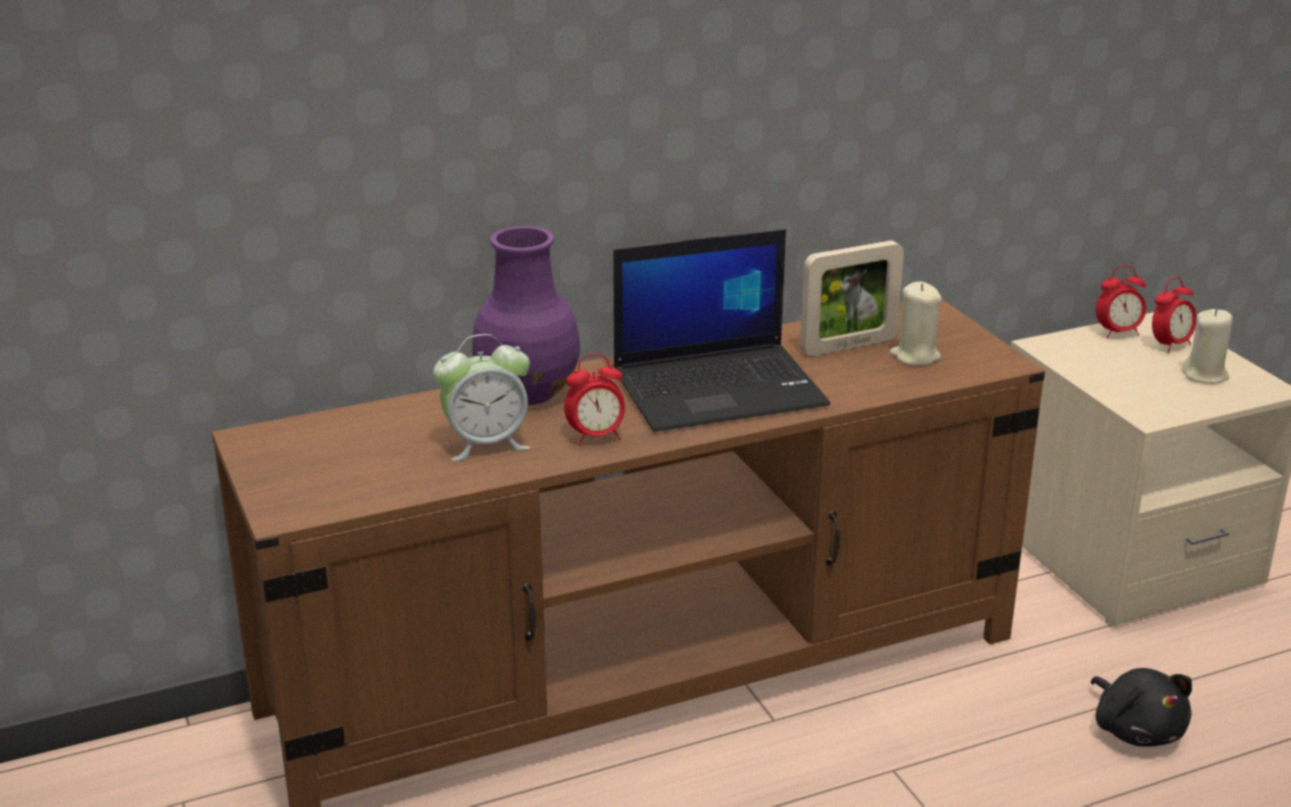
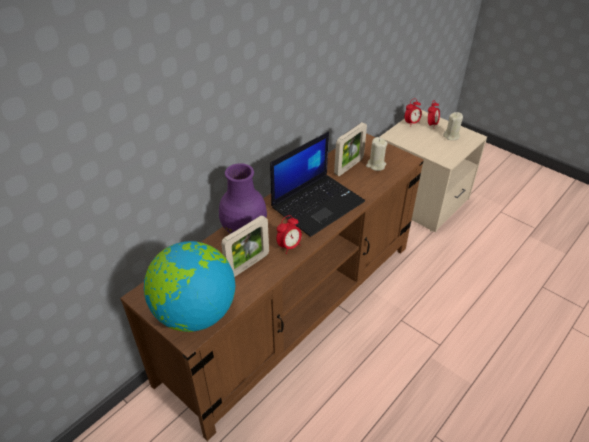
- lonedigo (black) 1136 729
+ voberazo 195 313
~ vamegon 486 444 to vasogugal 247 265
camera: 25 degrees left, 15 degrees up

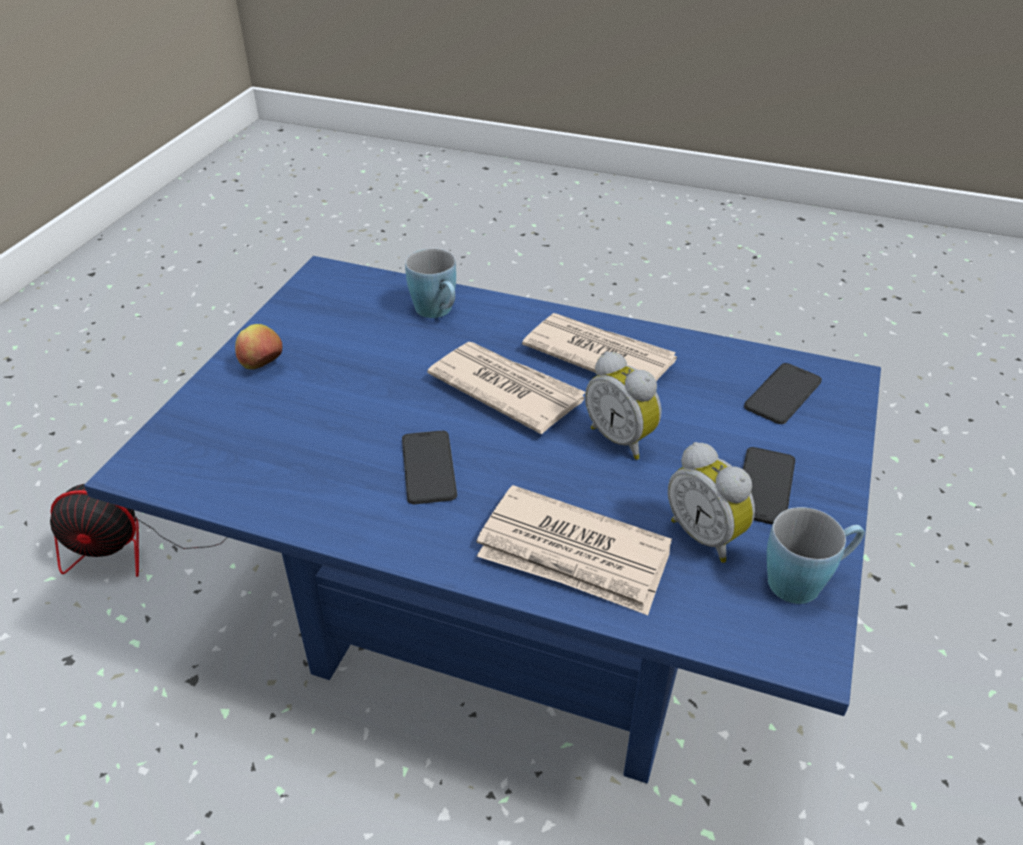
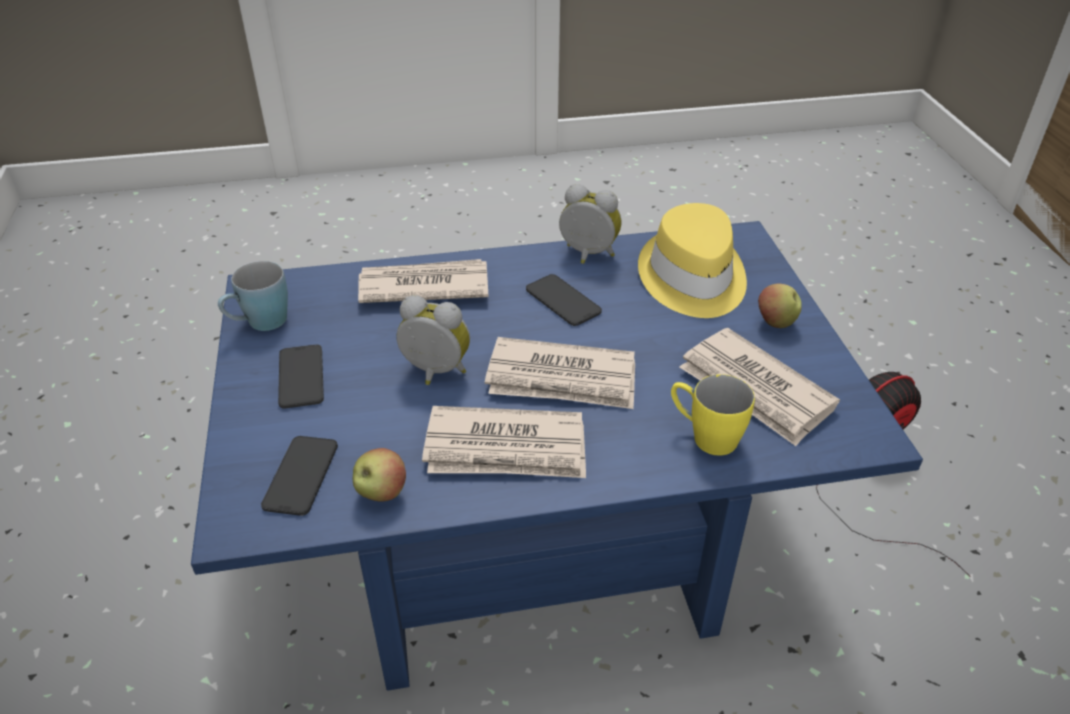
+ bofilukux 381 493
+ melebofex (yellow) 692 279
+ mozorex 755 390
~ vamegon 707 535 to 587 256
~ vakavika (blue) 438 312 to vakavika (yellow) 704 436
camera: 150 degrees right, 0 degrees up

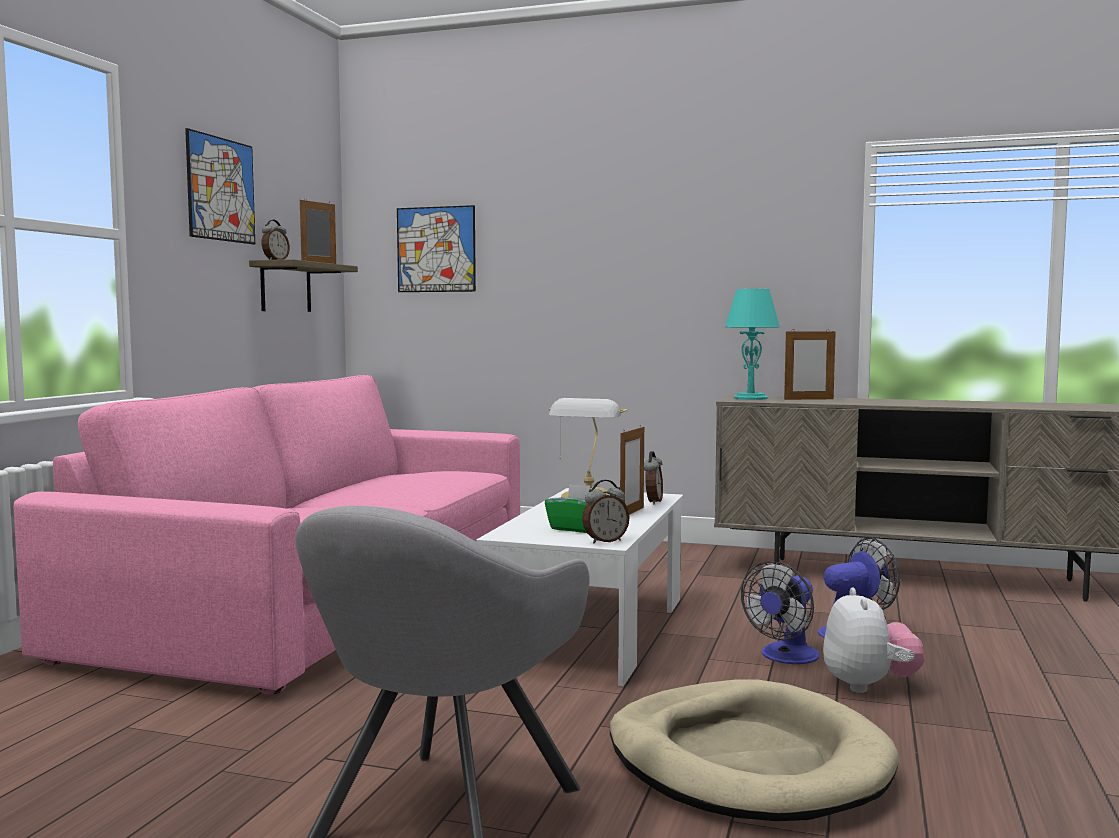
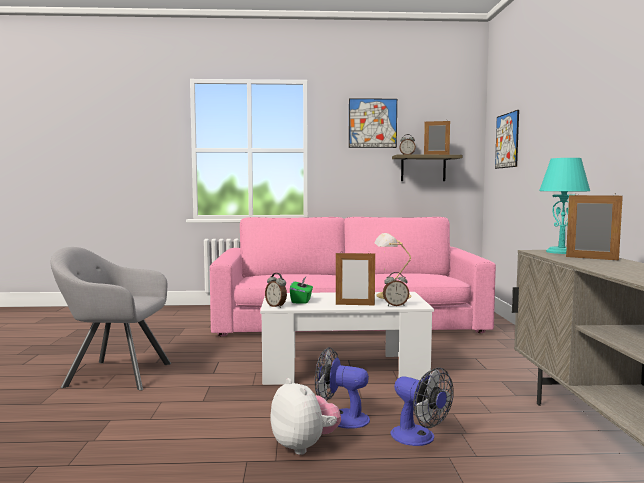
- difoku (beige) 747 760
~ vasogugal 808 399 = 591 258 150 degrees clockwise
~ lonedigo 869 686 = 304 446 105 degrees counterclockwise
camera: 70 degrees right, 0 degrees up

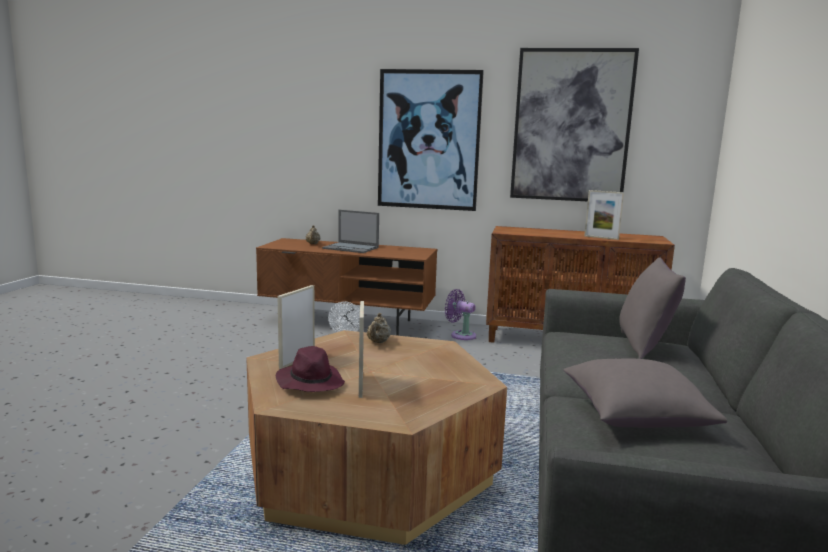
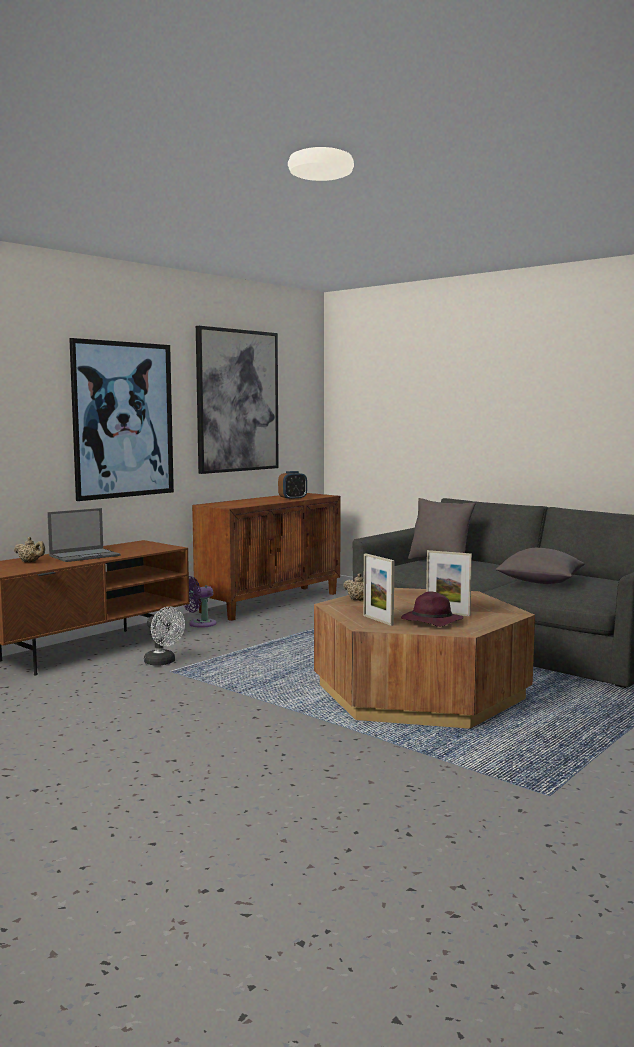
~ vasogugal 601 237 to vamegon 292 499
camera: 60 degrees left, 5 degrees down

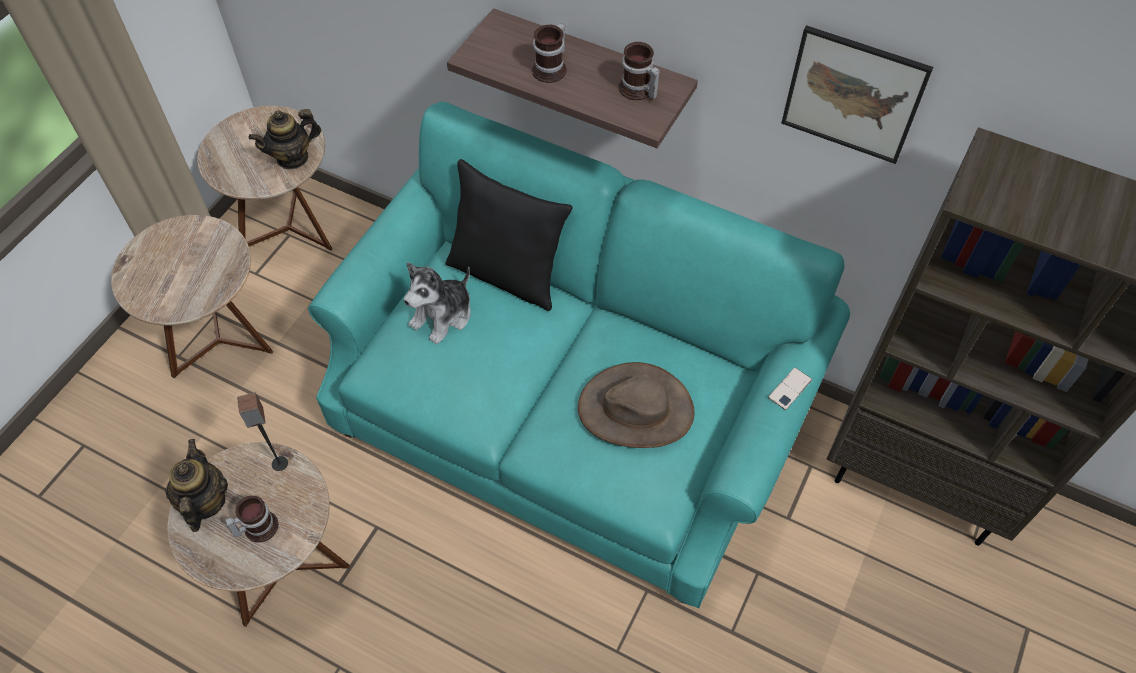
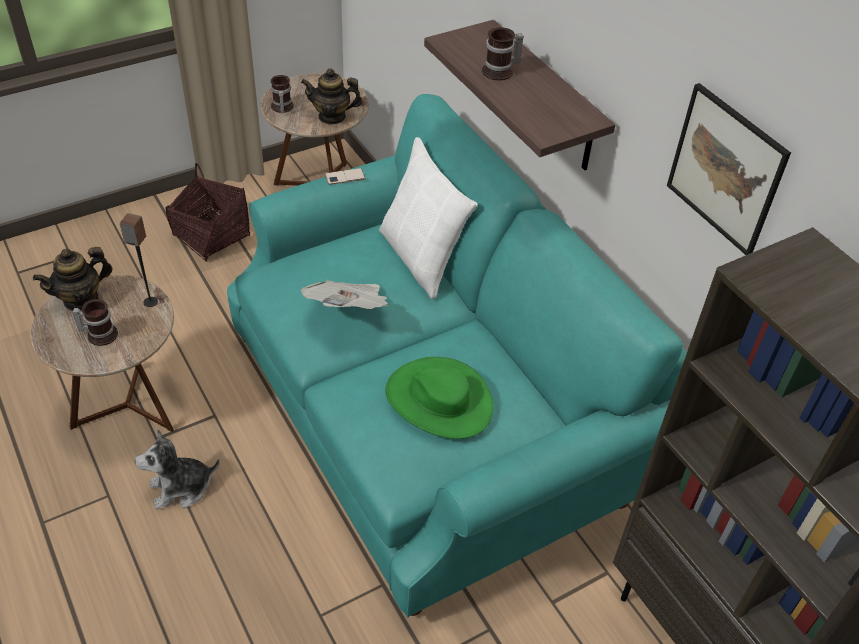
+ mozorex 349 310
~ lonedigo 443 316 to 181 488
~ vakavika 637 91 to 281 107
~ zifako 790 388 to 345 177
~ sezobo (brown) 220 341 to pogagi 211 236
~ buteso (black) 507 273 to buteso (white) 422 258
~ melebofex (brown) 636 409 to melebofex (green) 439 400
~ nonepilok 205 502 = 81 299 150 degrees counterclockwise
camera: 30 degrees right, 10 degrees down

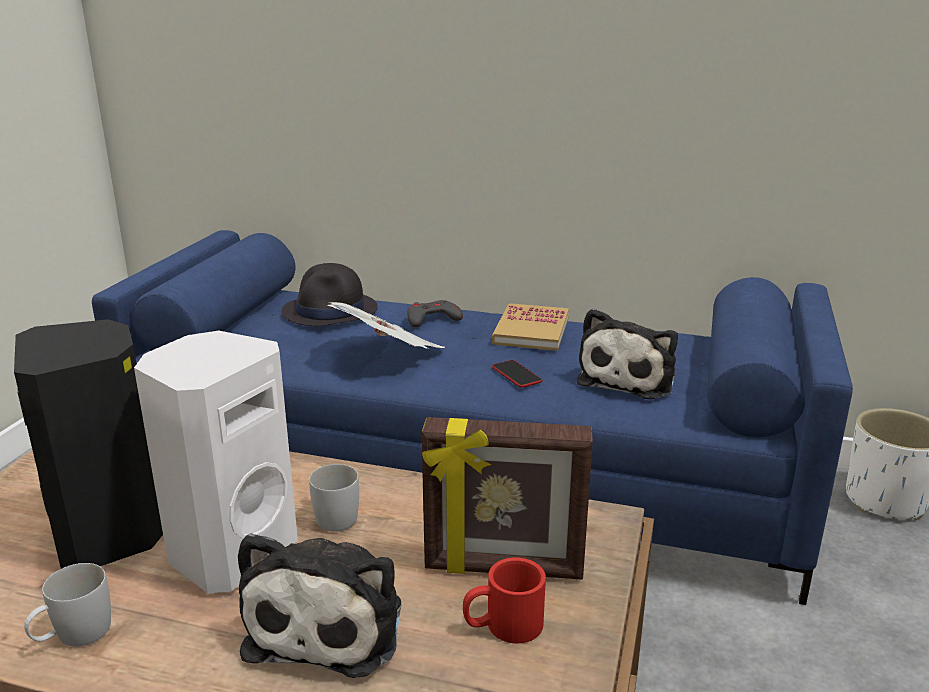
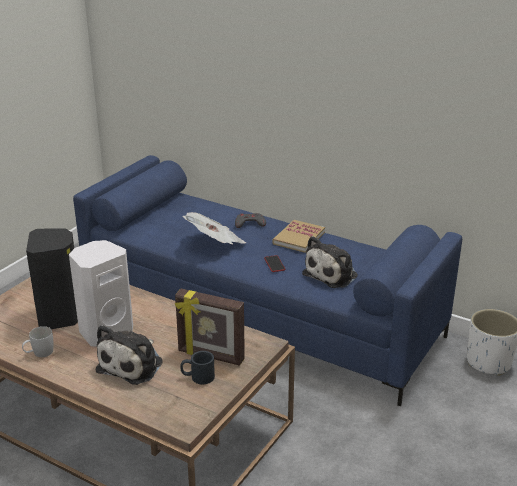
- melebofex (black) 330 311
- vakavika (white) 332 515
~ vakavika (red) 502 626 to vakavika (black) 197 377
camera: 15 degrees right, 5 degrees up

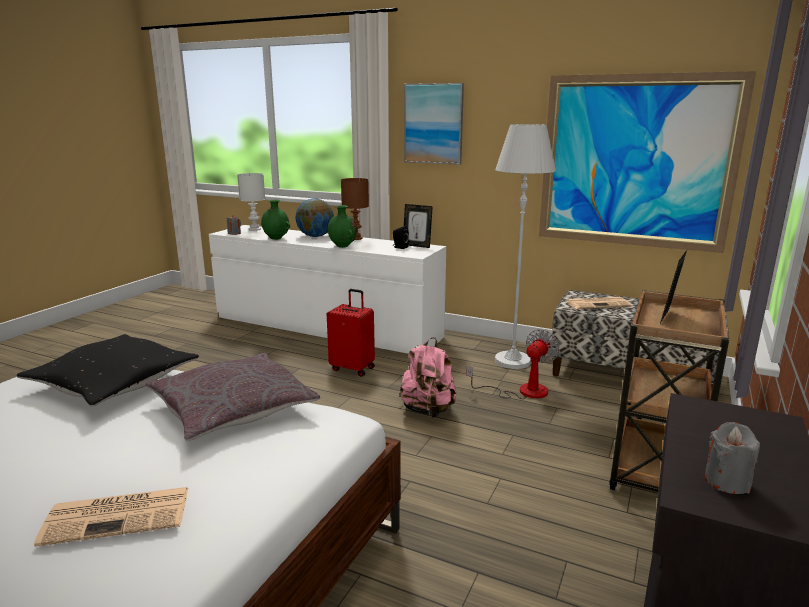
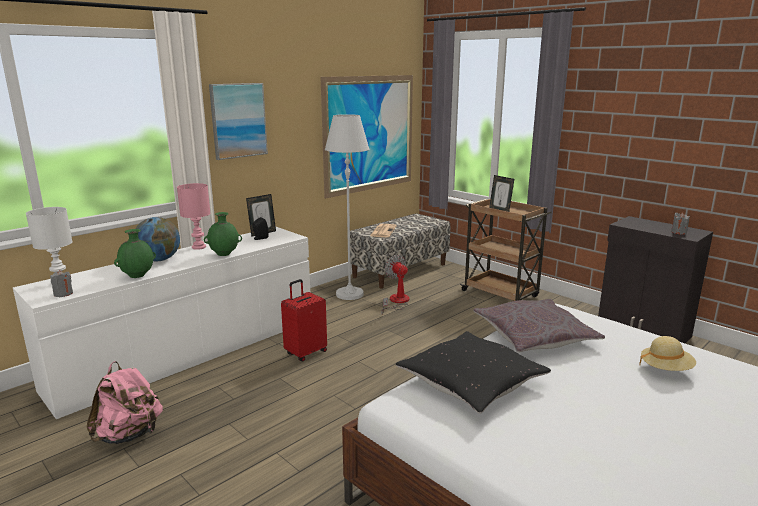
~ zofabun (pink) 428 410 to 129 435
~ mozorex 120 515 to melebofex (beige) 665 369
~ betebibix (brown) 355 238 to betebibix (pink) 199 247
camera: 70 degrees left, 0 degrees up

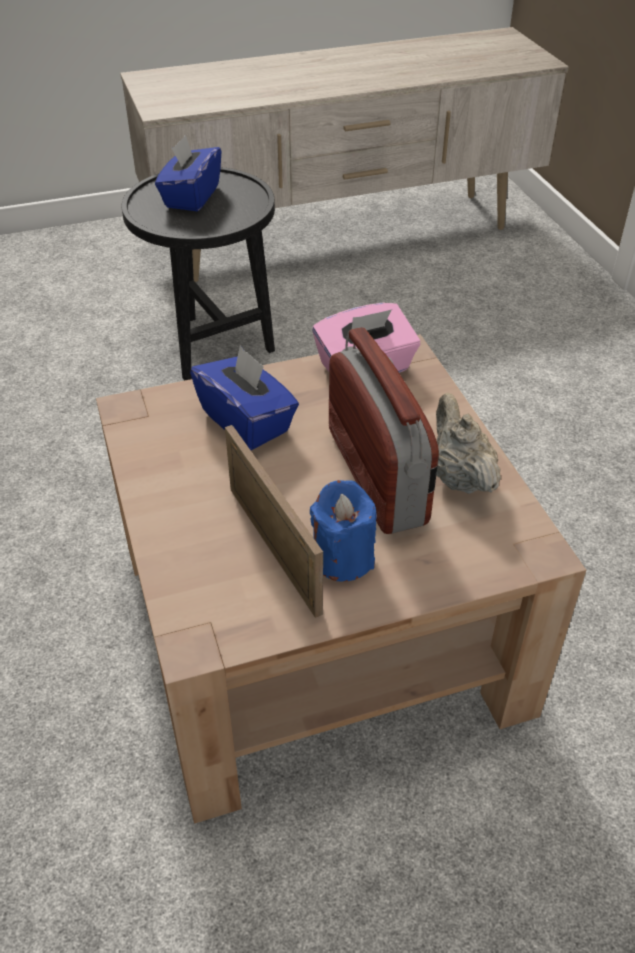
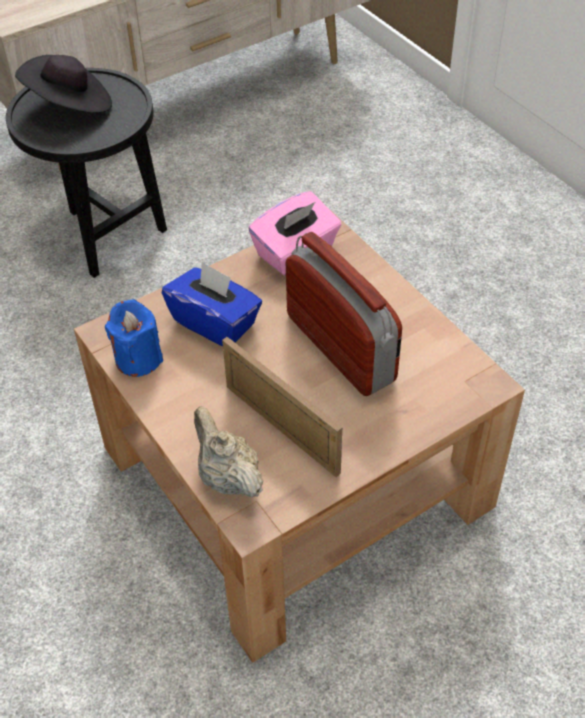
~ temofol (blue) 343 558 to 138 359
~ nonepilok (beige) 459 477 to 227 477
~ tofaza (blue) 191 197 to melebofex (black) 70 106
camera: 15 degrees left, 5 degrees up

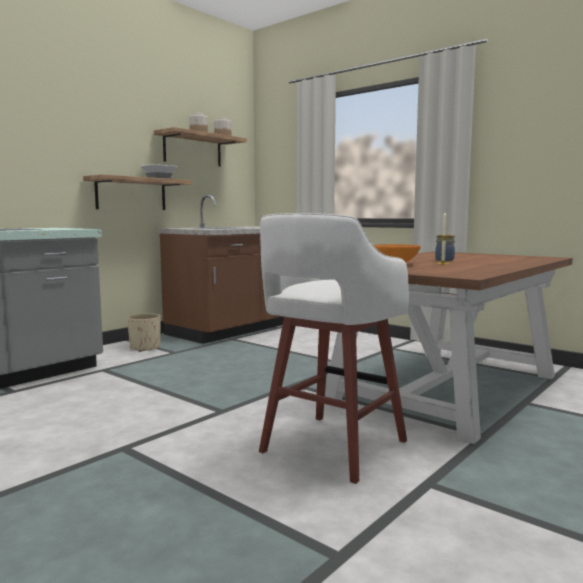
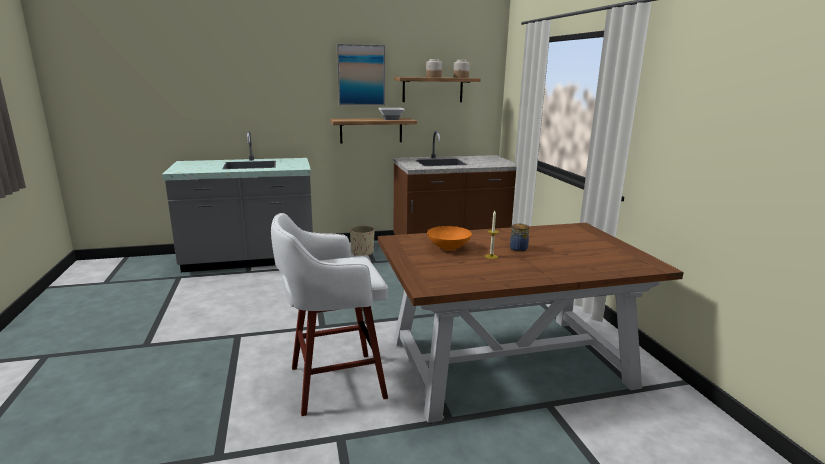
+ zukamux 361 75
camera: 35 degrees right, 10 degrees up

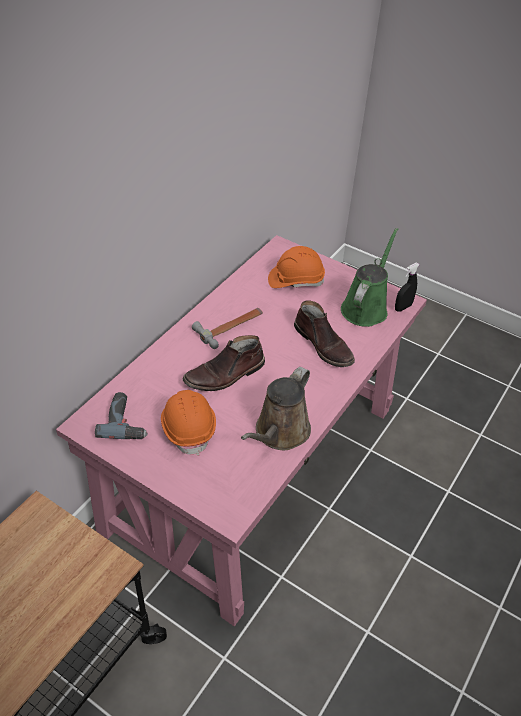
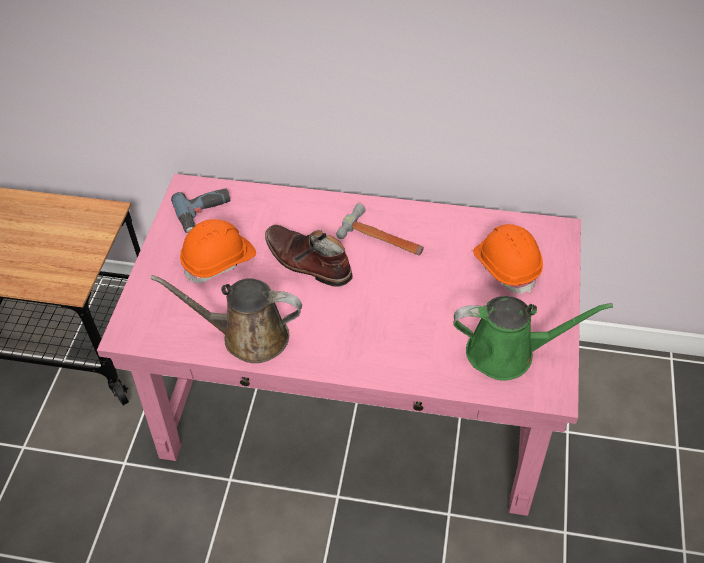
- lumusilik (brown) 324 345
- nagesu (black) 403 307
camera: 70 degrees right, 5 degrees up

